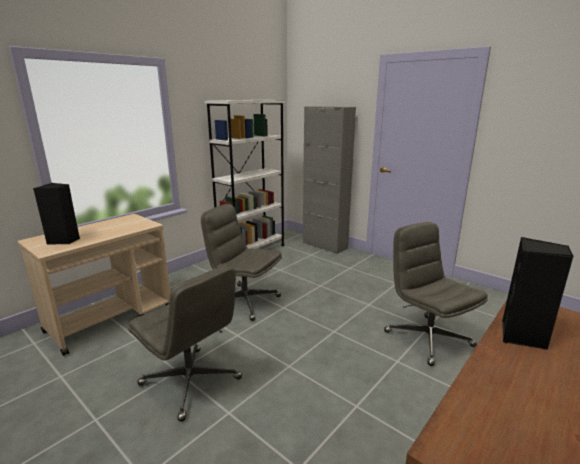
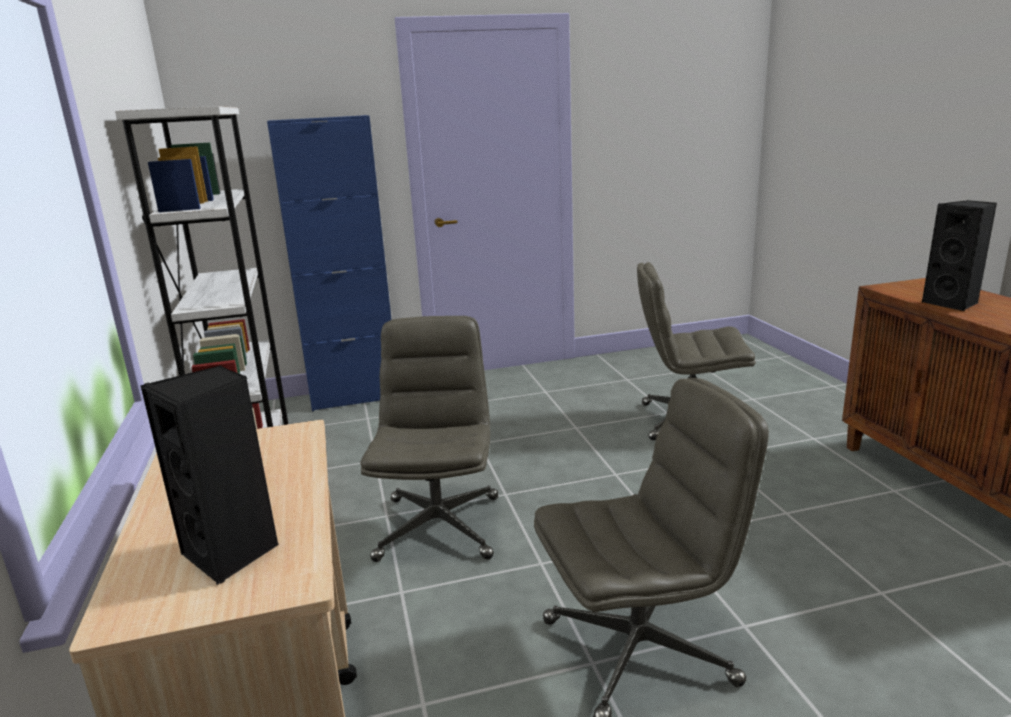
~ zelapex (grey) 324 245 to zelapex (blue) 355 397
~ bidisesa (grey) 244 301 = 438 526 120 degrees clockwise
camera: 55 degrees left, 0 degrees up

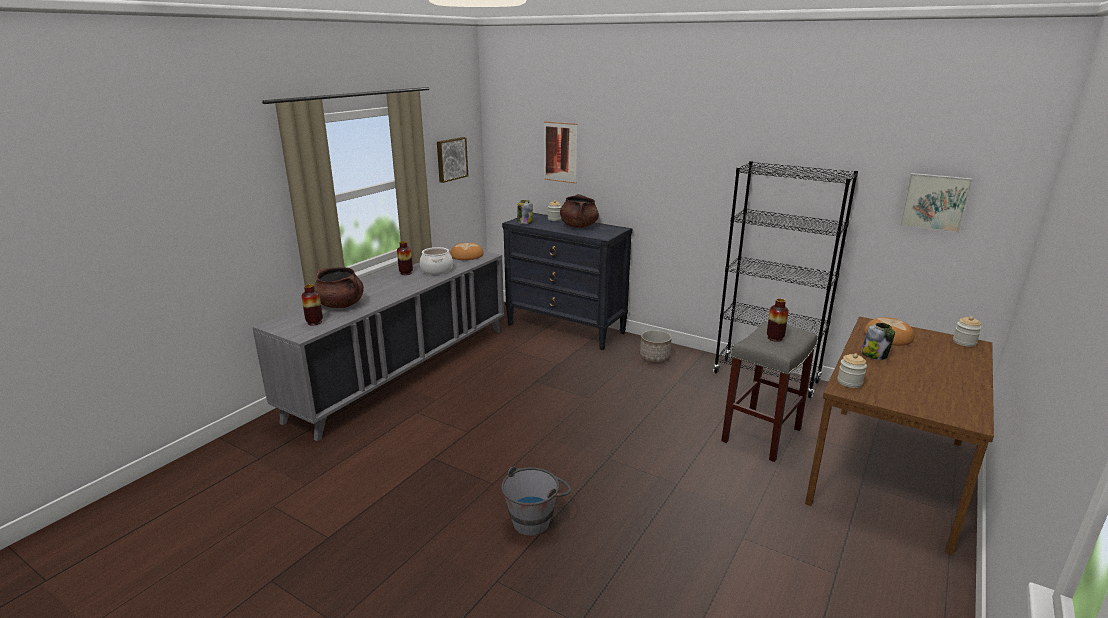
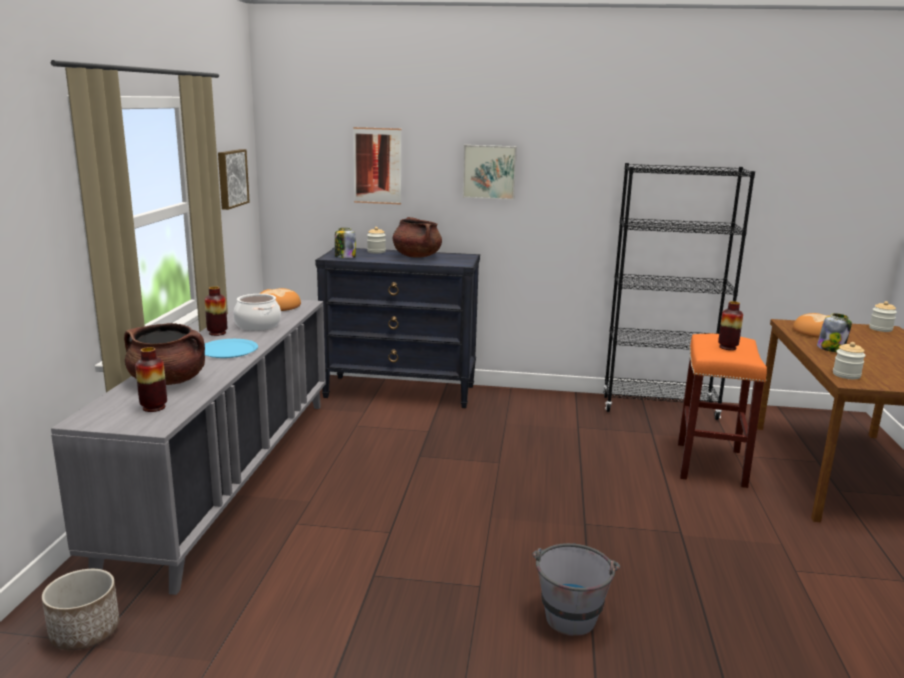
+ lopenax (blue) 228 350
~ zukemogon 655 358 to 85 632
~ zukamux 935 201 to 489 171
~ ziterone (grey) 761 434 to ziterone (orange) 710 463
camera: 25 degrees left, 5 degrees down

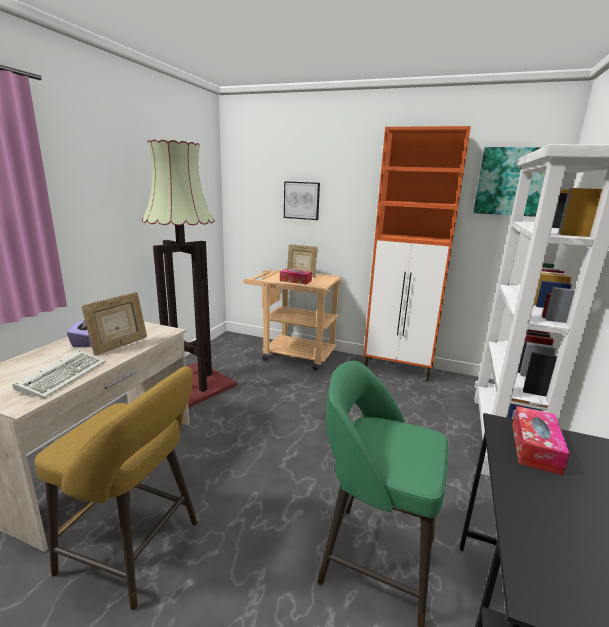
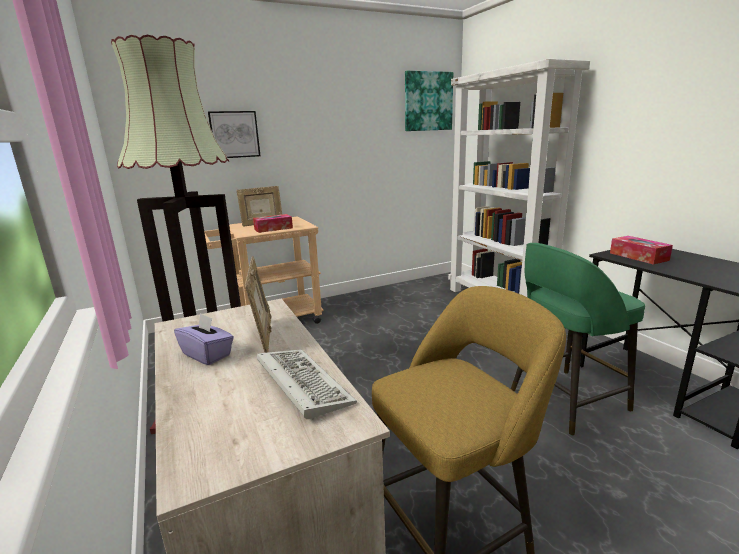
- zelapex (orange) 398 369
camera: 45 degrees left, 0 degrees up

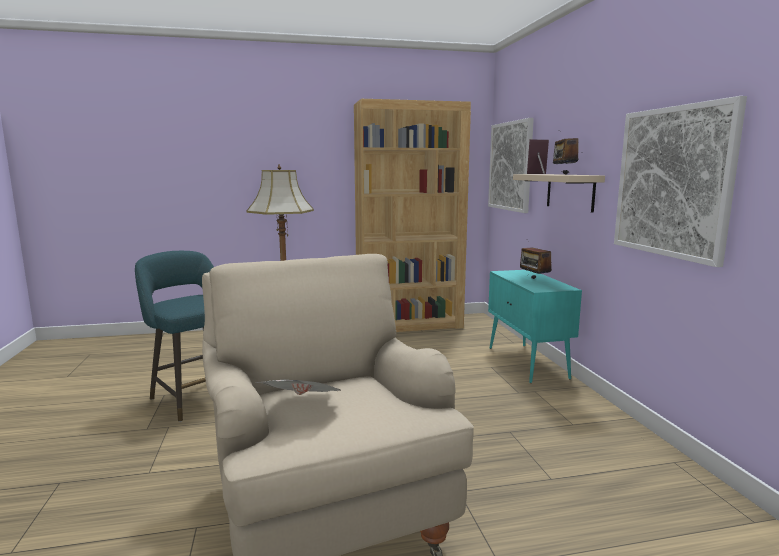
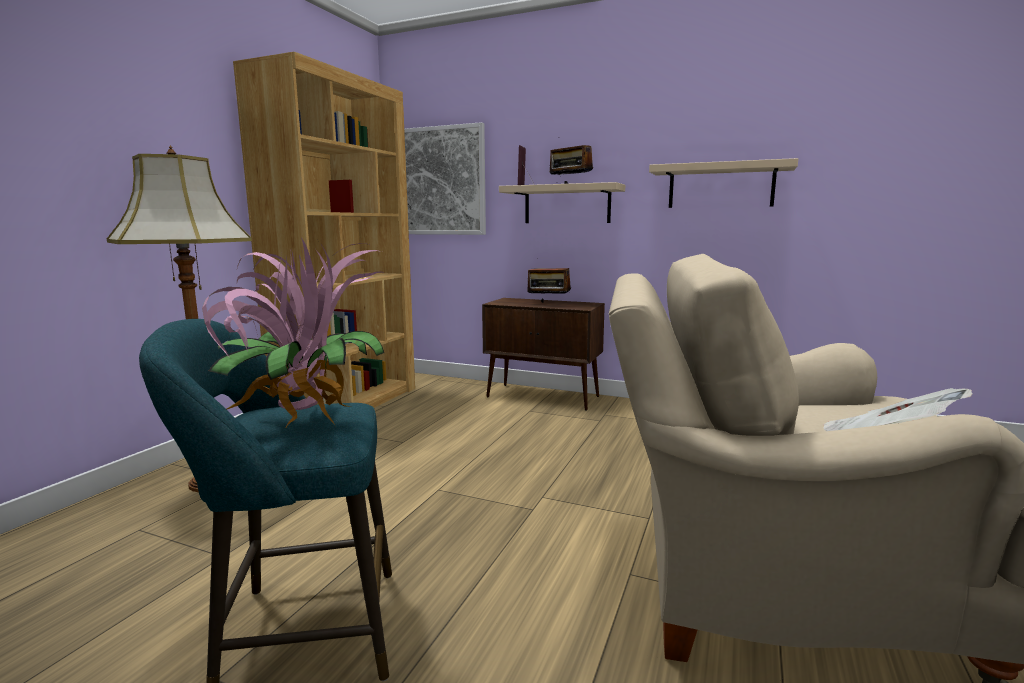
+ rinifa 303 426
~ zukamux 672 182 to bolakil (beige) 720 186
~ zelapex (turquoise) 527 363 to zelapex (brown) 544 397
camera: 55 degrees left, 0 degrees up

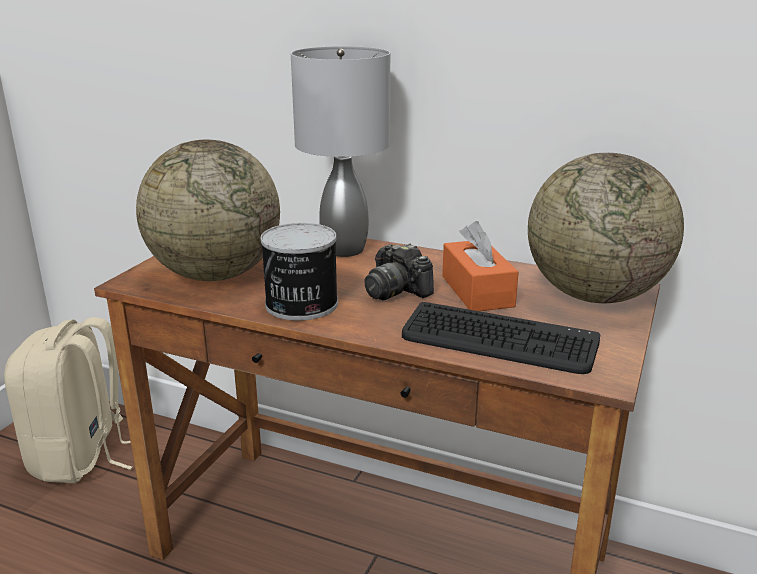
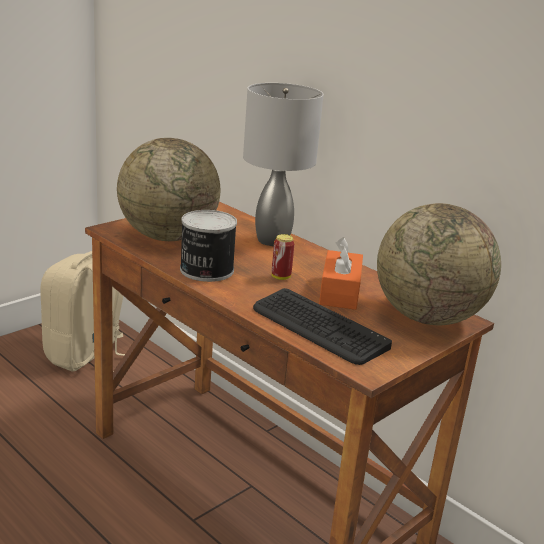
~ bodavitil 396 290 to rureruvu 281 277
camera: 20 degrees right, 0 degrees up

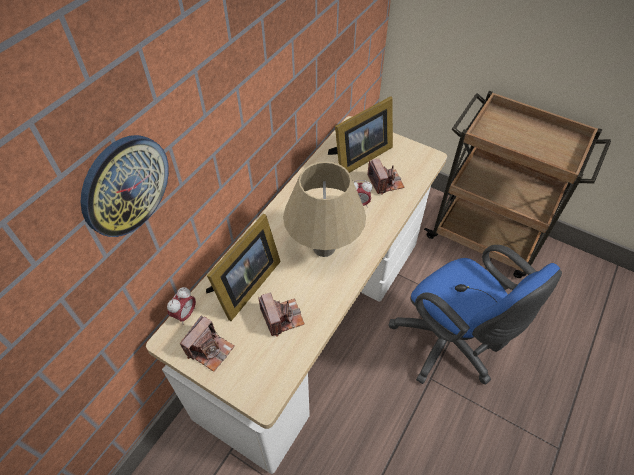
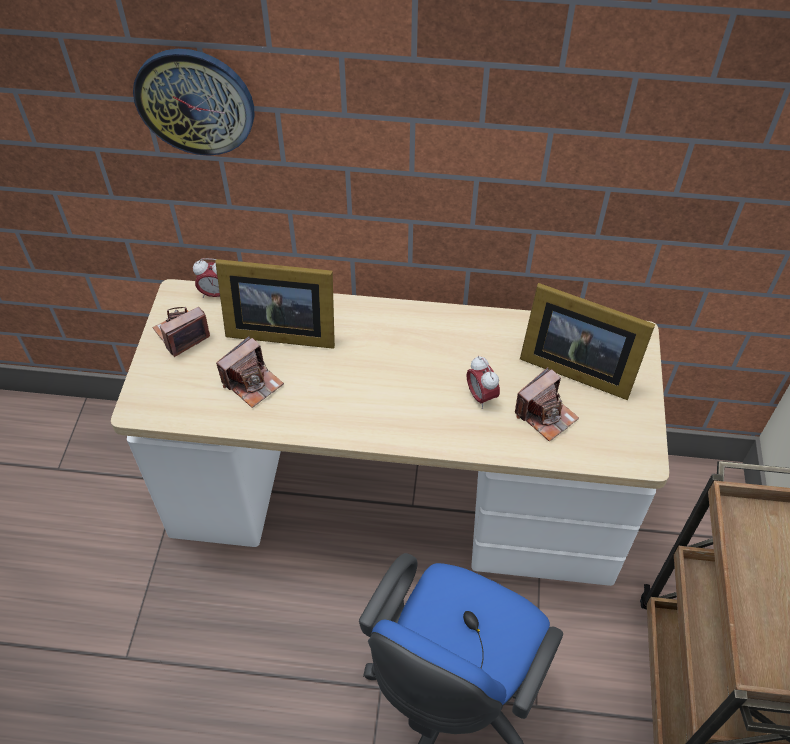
- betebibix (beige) 324 247
~ bodavitil 210 349 = 181 334 135 degrees clockwise
camera: 65 degrees right, 0 degrees up

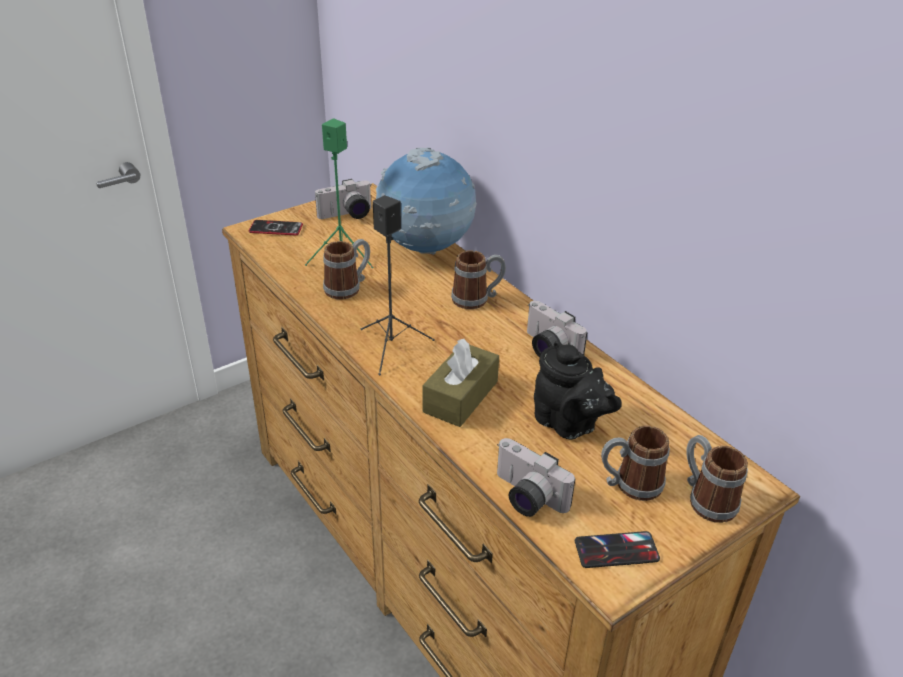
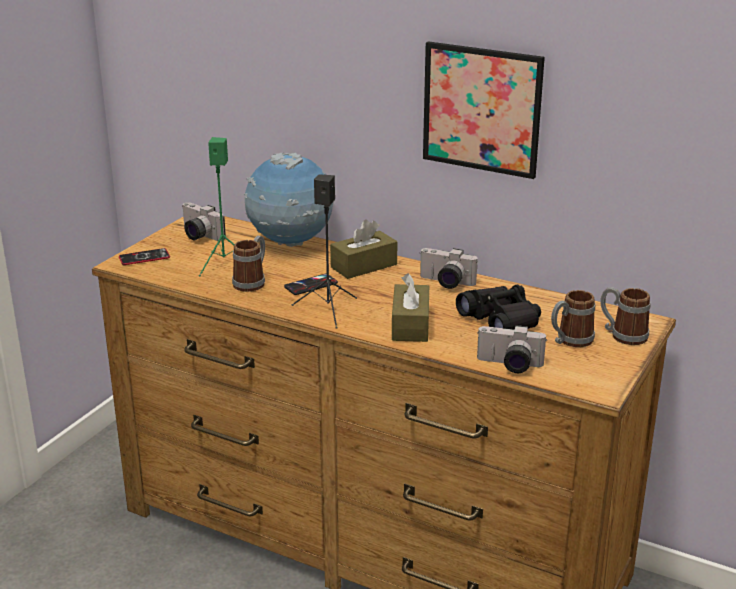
+ zukamux 482 109
~ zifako 616 550 to 311 285
~ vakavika 477 299 to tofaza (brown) 364 266
~ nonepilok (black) 569 424 to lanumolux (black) 501 321
~ bodavitil 347 215 = 198 236 90 degrees clockwise
camera: 25 degrees left, 10 degrees down

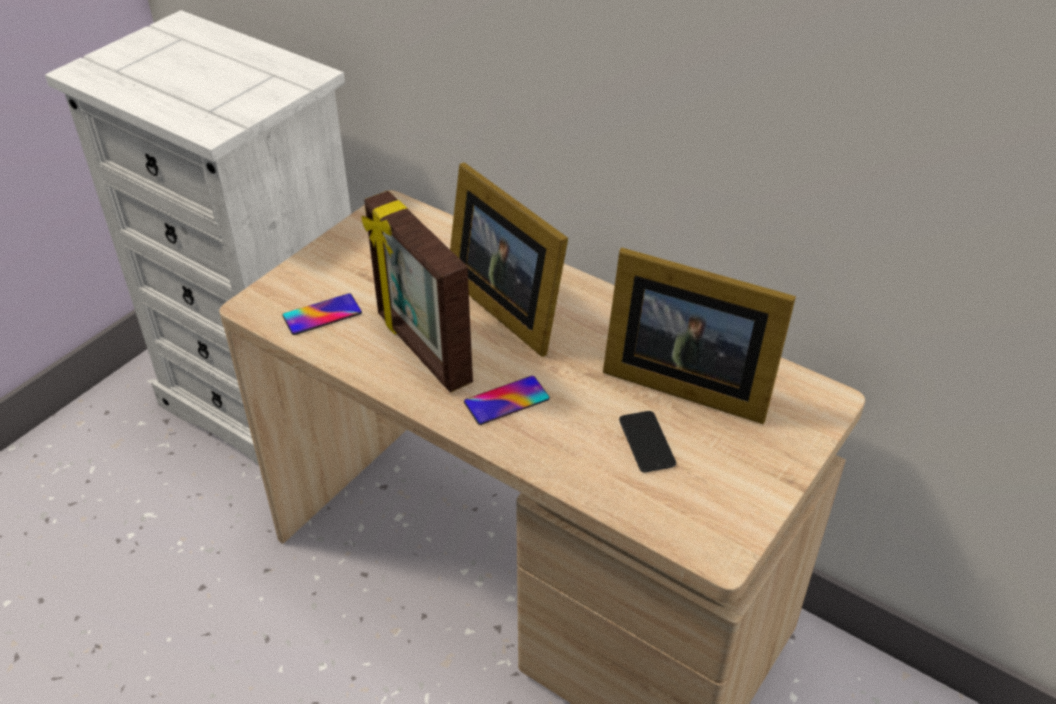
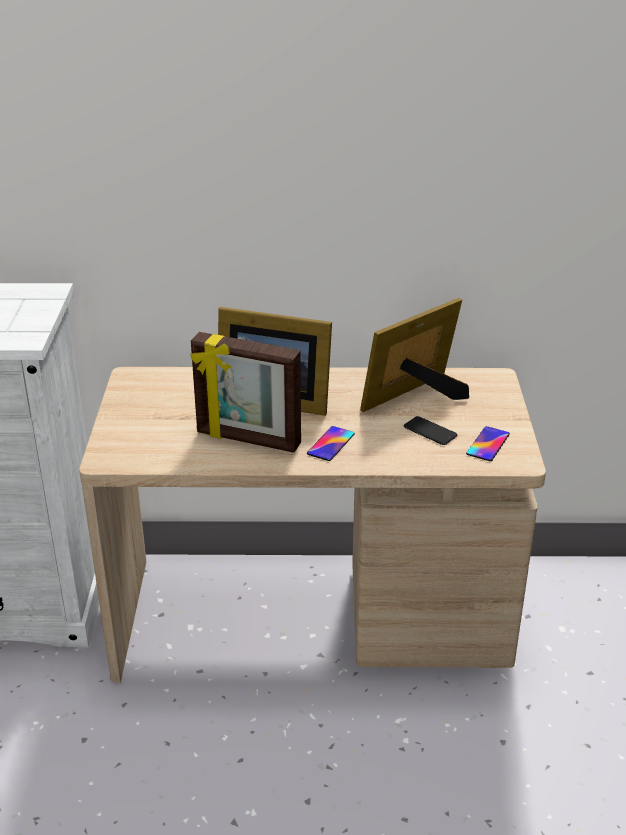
~ zifako 322 315 to 488 444
~ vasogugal 683 380 = 416 397 150 degrees clockwise
camera: 35 degrees left, 10 degrees down

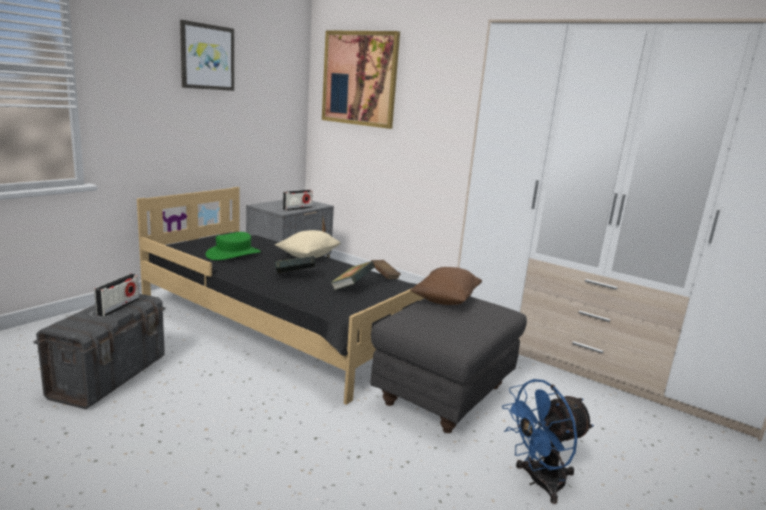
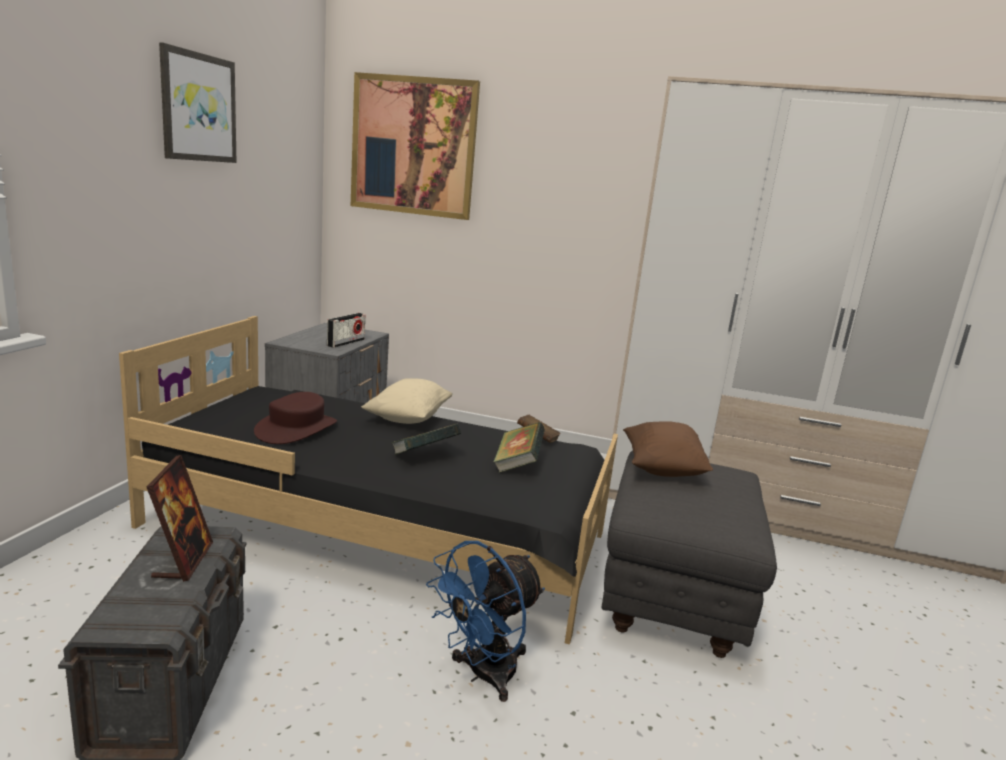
~ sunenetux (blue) 538 482 to 482 675
~ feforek 118 307 to vasogugal 183 560
~ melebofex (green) 233 254 to melebofex (brown) 297 429
camera: 20 degrees left, 0 degrees up

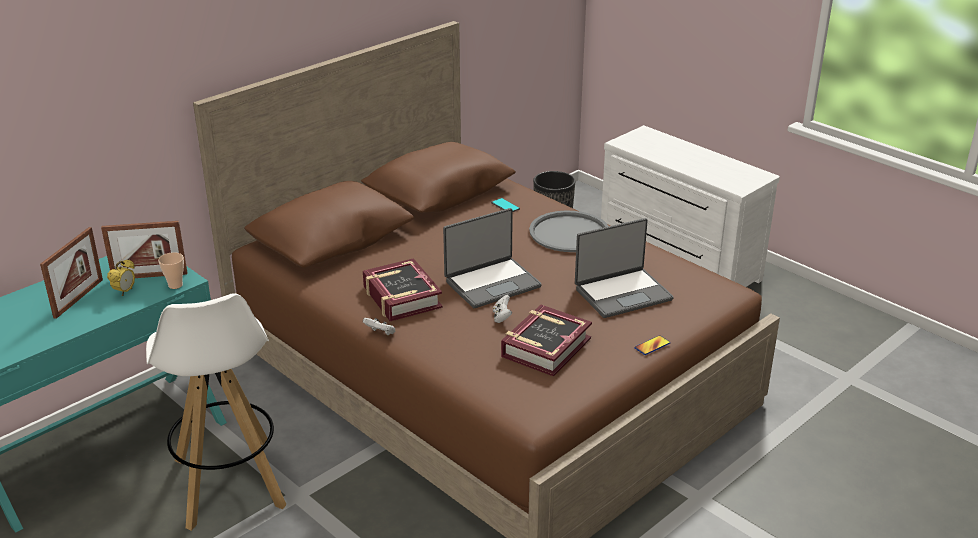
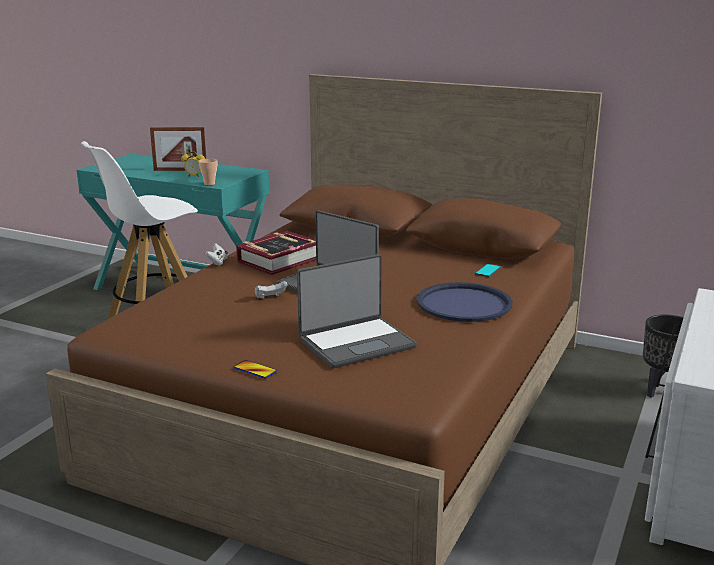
- vasogugal 149 276
- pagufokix 545 347
~ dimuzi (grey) 569 233 to dimuzi (blue) 464 303
~ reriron 622 293 = 356 343 75 degrees counterclockwise
camera: 70 degrees right, 10 degrees down

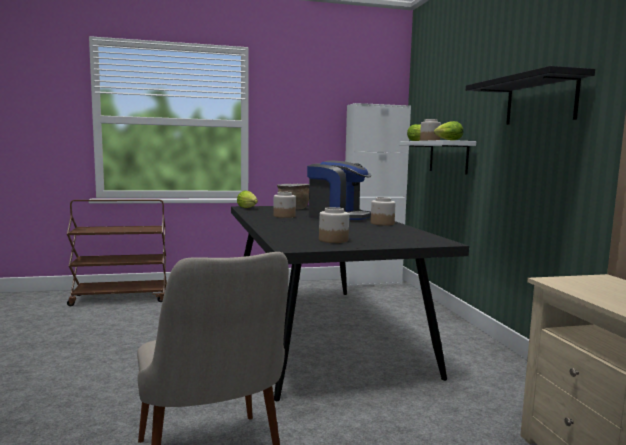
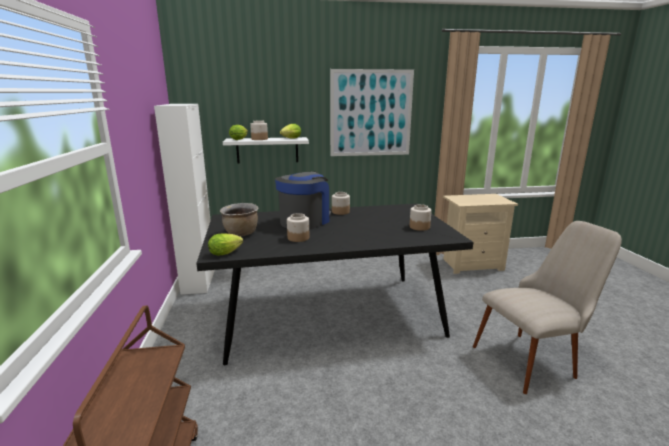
~ bolakil (black) 540 101 to zukamux 371 113
camera: 85 degrees left, 10 degrees up

